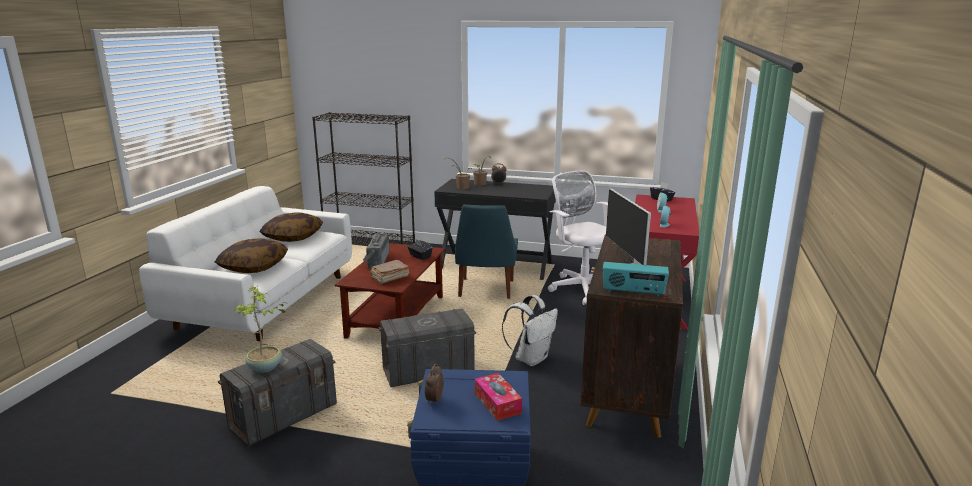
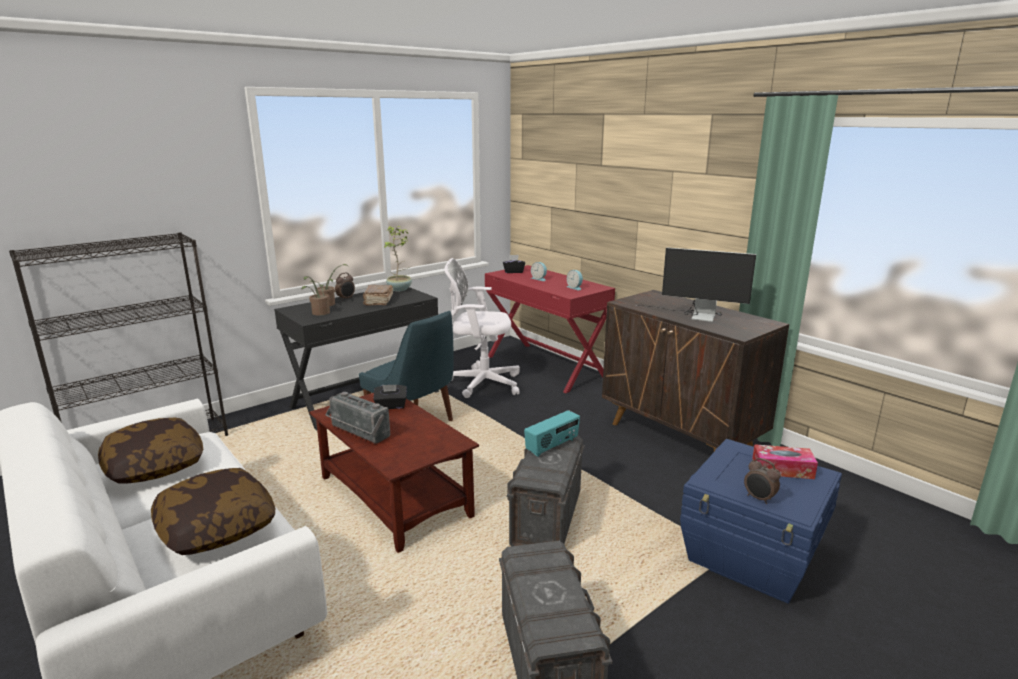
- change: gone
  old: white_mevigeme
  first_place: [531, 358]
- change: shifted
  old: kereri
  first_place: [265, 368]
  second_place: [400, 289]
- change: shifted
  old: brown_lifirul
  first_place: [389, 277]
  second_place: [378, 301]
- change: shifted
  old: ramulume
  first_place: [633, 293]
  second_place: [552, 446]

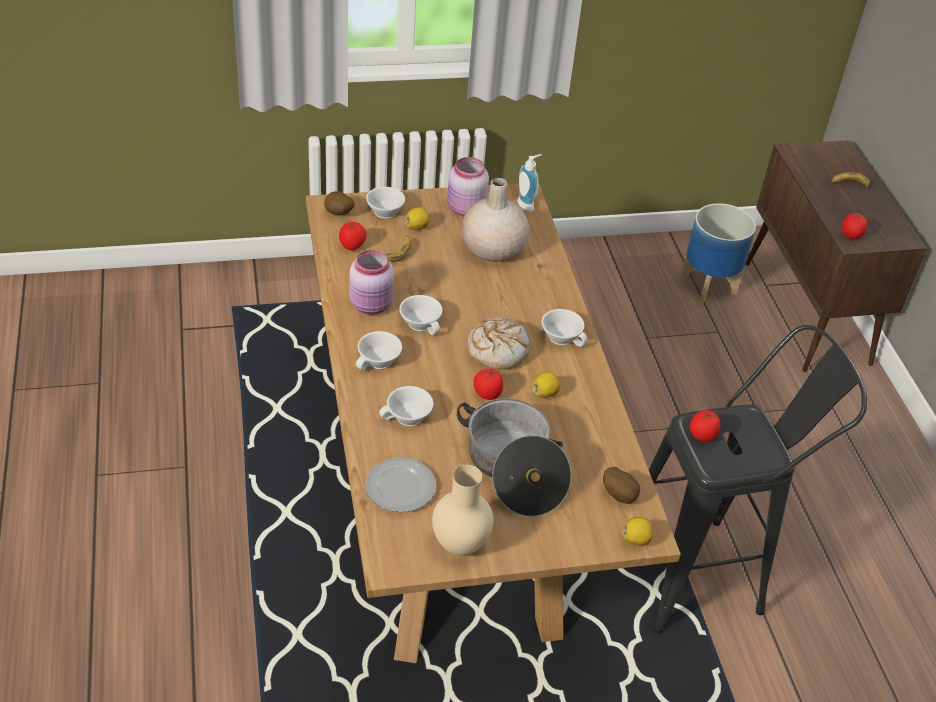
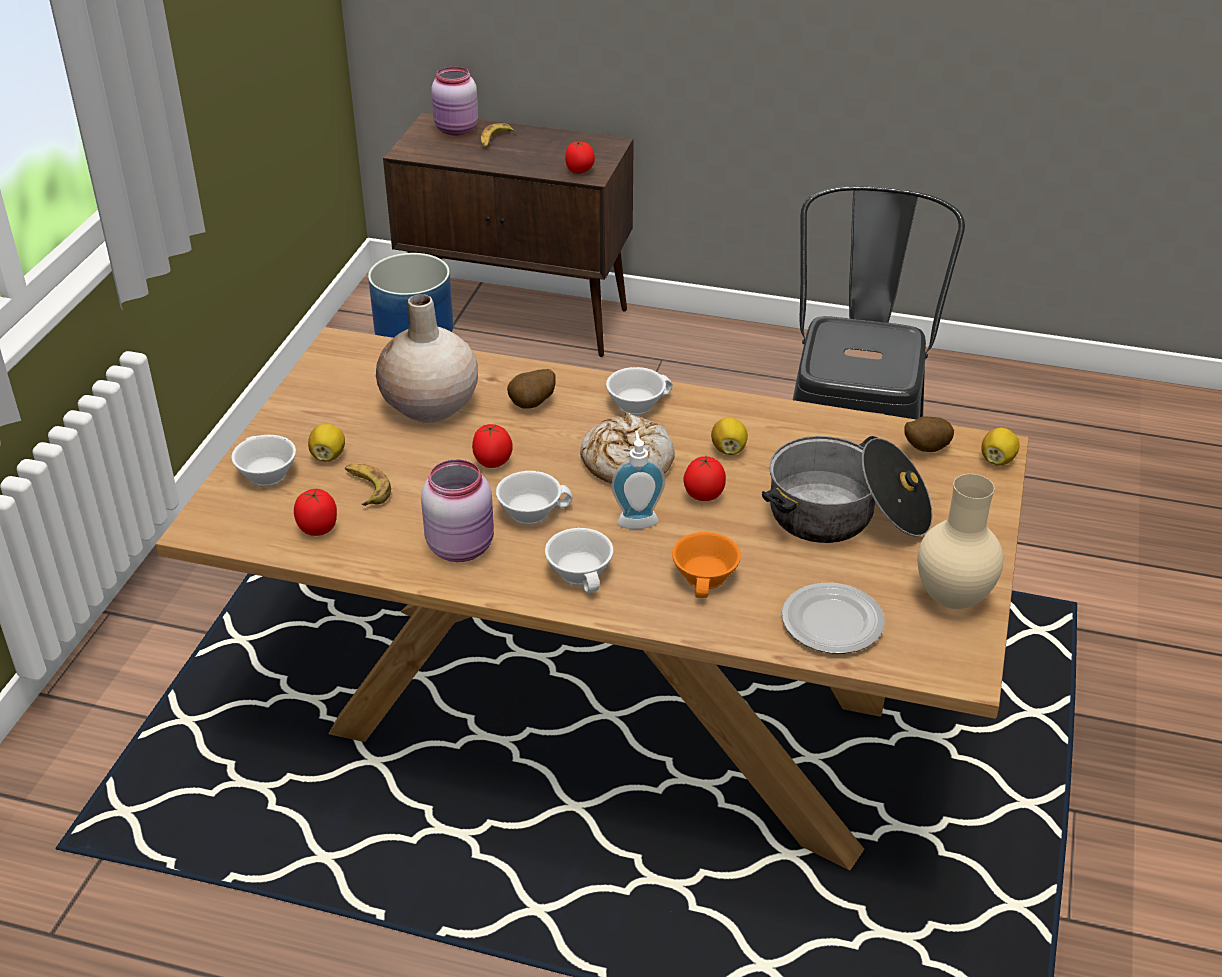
- change: shifted
  old: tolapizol
  first_place: [338, 214]
  second_place: [533, 405]
- change: shifted
  old: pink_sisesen
  first_place: [465, 209]
  second_place: [457, 130]
- change: shifted
  old: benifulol
  first_place: [527, 204]
  second_place: [637, 519]
- change: shifted
  old: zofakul
  first_place: [701, 436]
  second_place: [492, 463]
- change: repainted
  old: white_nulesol
  new: orange_nulesol
  first_place: [408, 418]
  second_place: [707, 578]

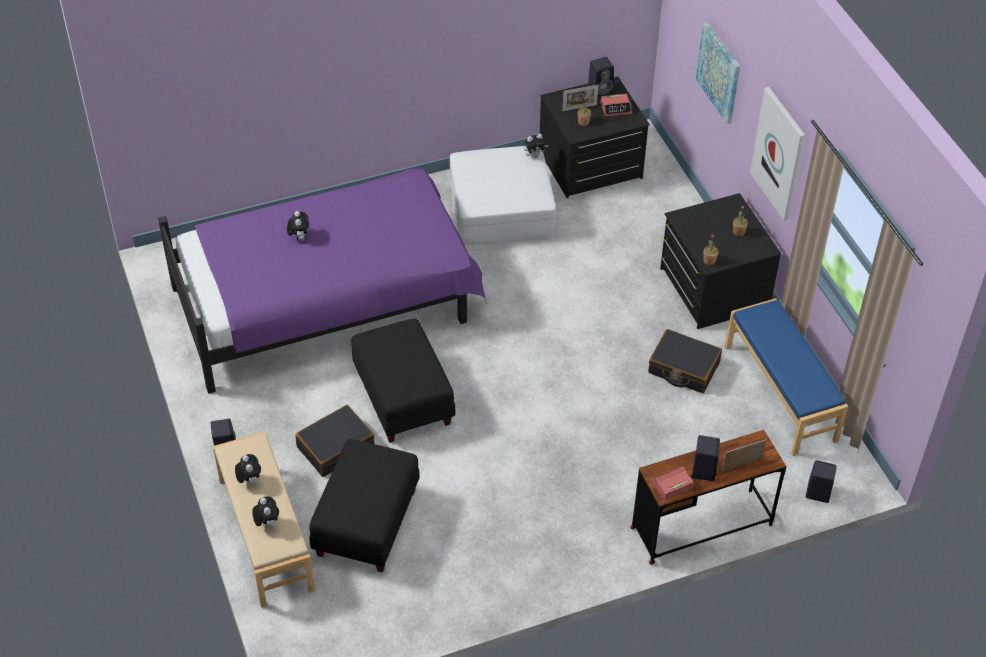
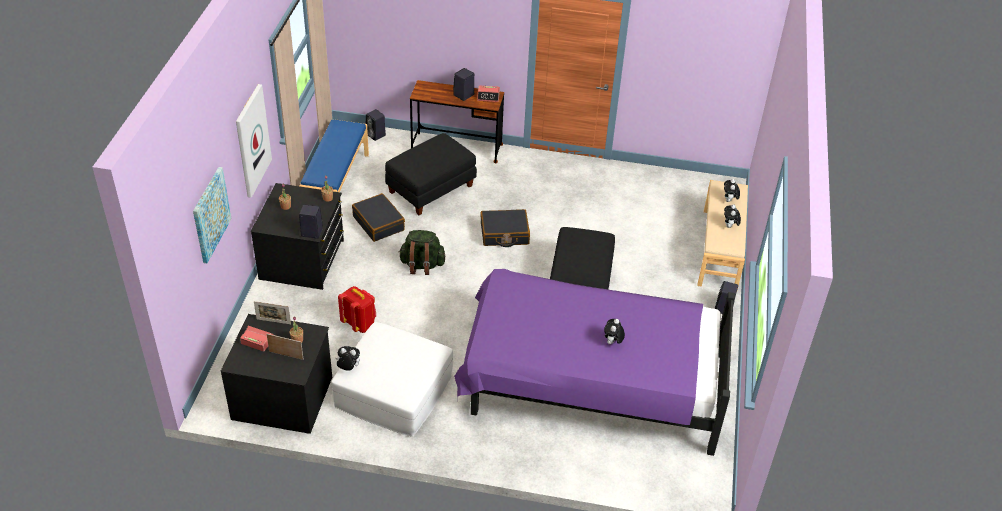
- change: new
  new: red_mevigeme
  second_place: [359, 324]
- change: new
  new: green_mevigeme
  second_place: [422, 265]
- change: shifted
  old: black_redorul
  first_place: [335, 447]
  second_place: [504, 234]
- change: shifted
  old: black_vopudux
  first_place: [367, 523]
  second_place: [431, 188]
- change: shifted
  old: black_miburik
  first_place: [601, 89]
  second_place: [311, 232]
- change: shifted
  old: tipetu
  first_place: [742, 465]
  second_place: [273, 321]

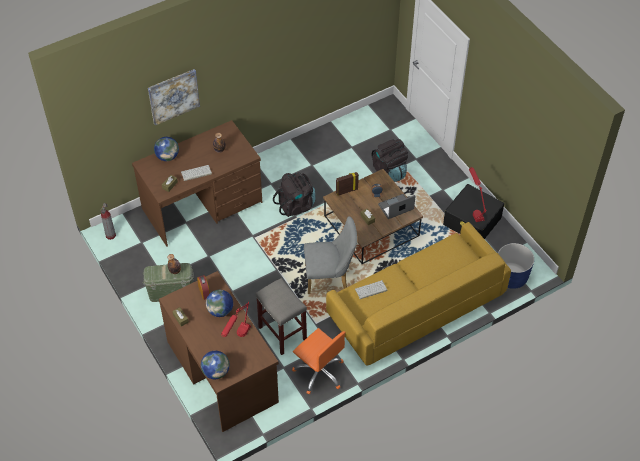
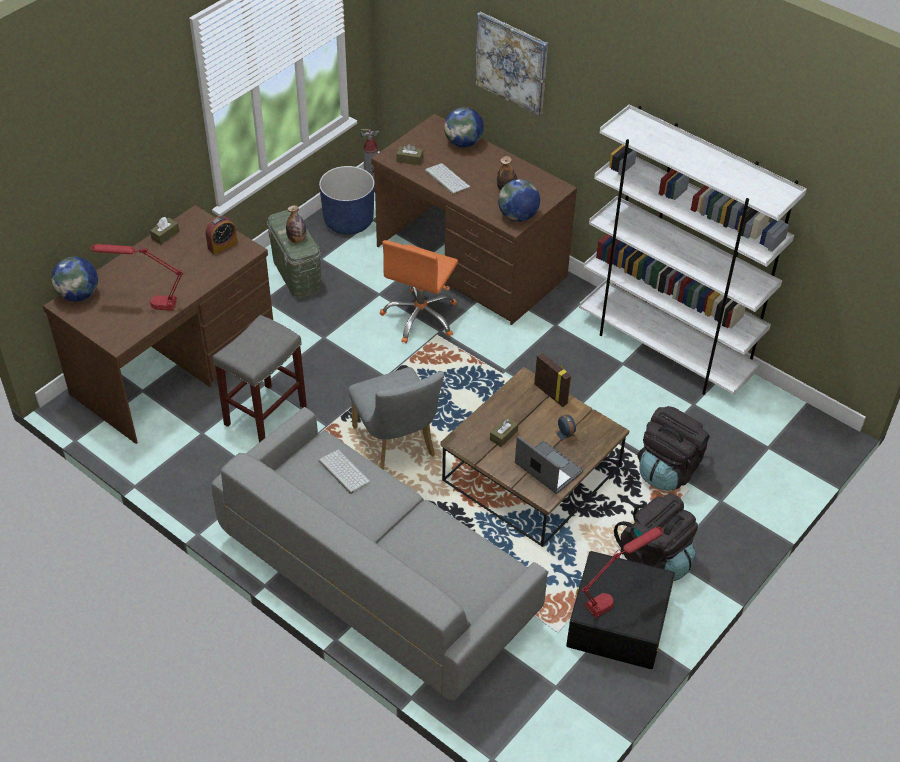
- change: new
  new: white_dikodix
  second_place: [665, 350]
- change: shifted
  old: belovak
  first_place: [220, 311]
  second_place: [518, 216]
- change: shifted
  old: black_mevigeme
  first_place: [296, 205]
  second_place: [655, 559]
- change: shifted
  old: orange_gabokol
  first_place: [319, 372]
  second_place: [420, 317]
- change: shifted
  old: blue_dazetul
  first_place: [511, 277]
  second_place: [348, 221]
- change: repainted
  old: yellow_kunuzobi
  new: grey_kunuzobi
  first_place: [414, 308]
  second_place: [378, 577]

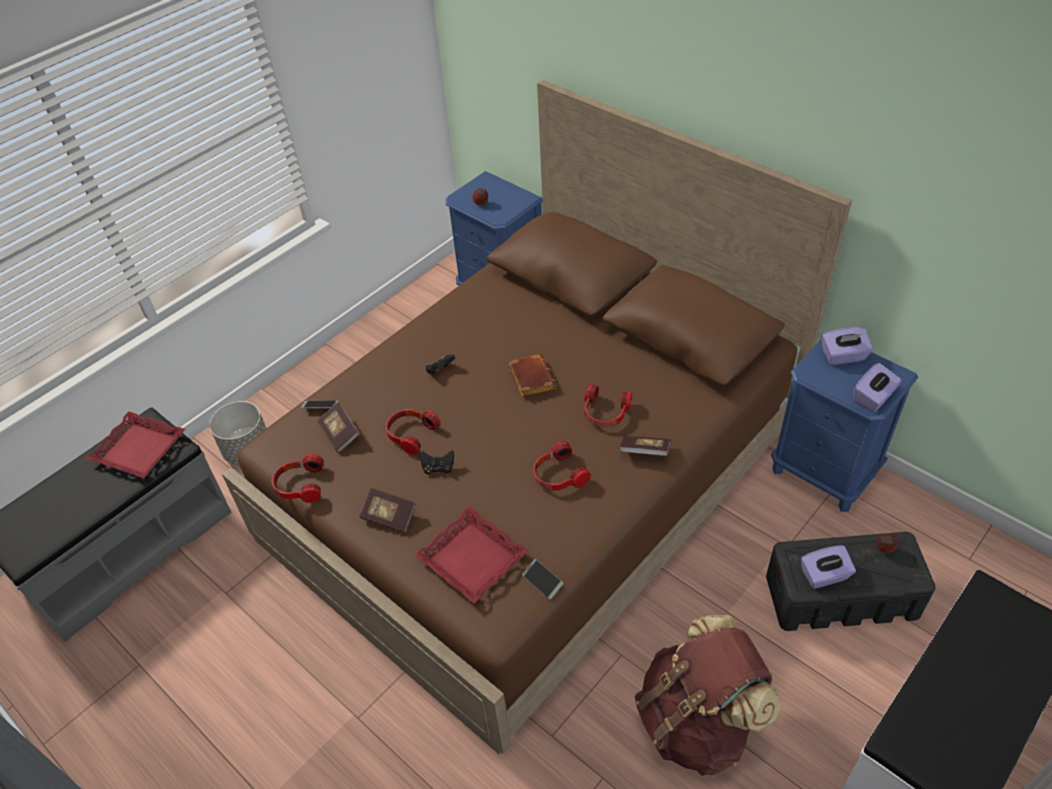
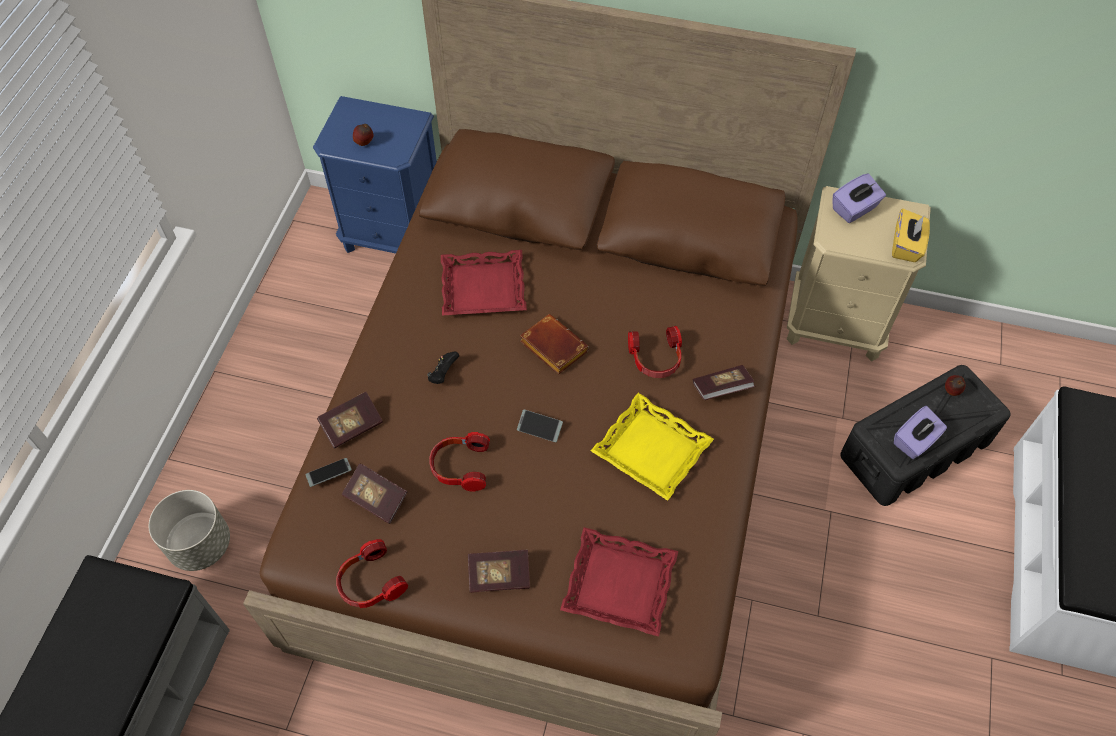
- change: gone
  old: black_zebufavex
  first_place: [438, 468]
- change: gone
  old: brown_mevigeme
  first_place: [697, 721]
- change: new
  new: lifirul
  second_place: [352, 426]
- change: shifted
  old: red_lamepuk
  first_place: [138, 450]
  second_place: [483, 289]
- change: shifted
  old: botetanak
  first_place: [542, 581]
  second_place: [539, 428]
- change: swapped
  old: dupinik
  new: yellow_lamepuk
  first_place: [558, 475]
  second_place: [650, 451]
- change: repainted
  old: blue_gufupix
  new: beige_gufupix
  first_place: [824, 472]
  second_place: [835, 325]
- change: repainted
  old: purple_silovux
  new: yellow_silovux
  first_place: [873, 398]
  second_place: [906, 246]

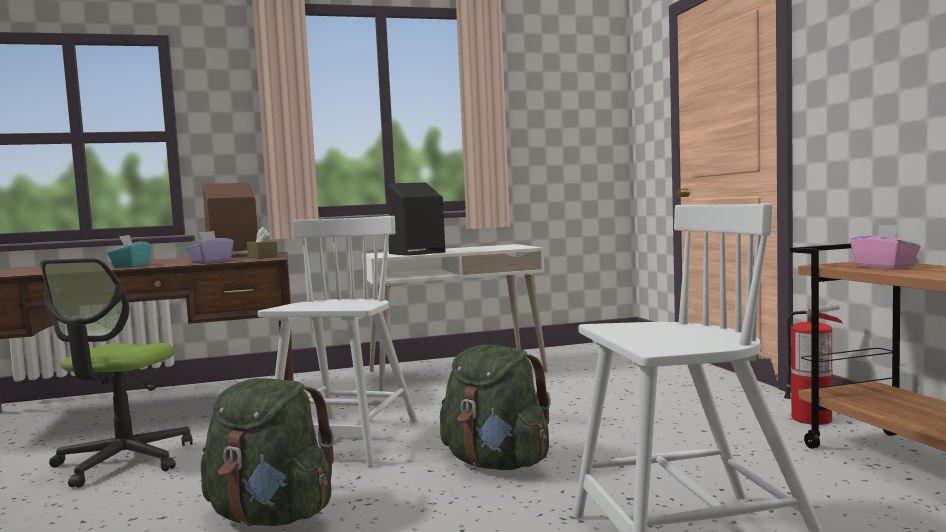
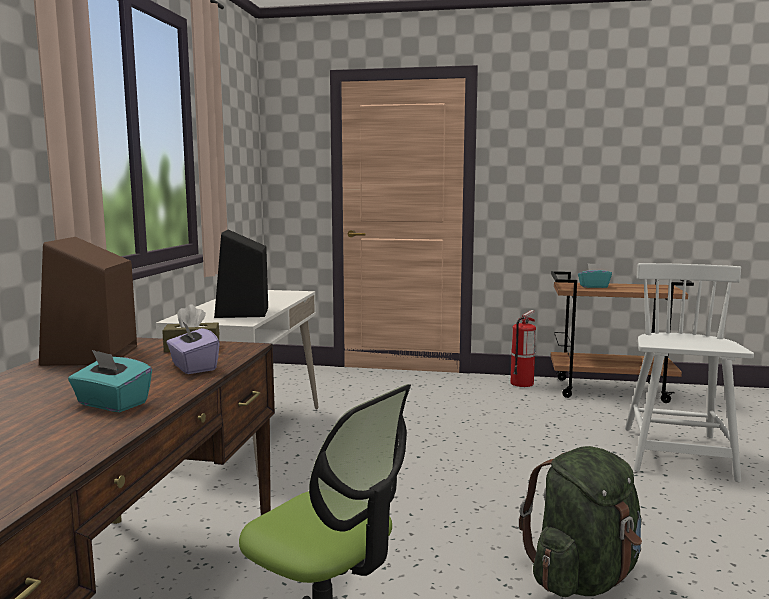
- change: gone
  old: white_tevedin
  first_place: [346, 441]
- change: gone
  old: green_mevigeme
  first_place: [496, 463]
- change: repainted
  old: pink_silovux
  new: turquoise_silovux
  first_place: [884, 266]
  second_place: [593, 286]

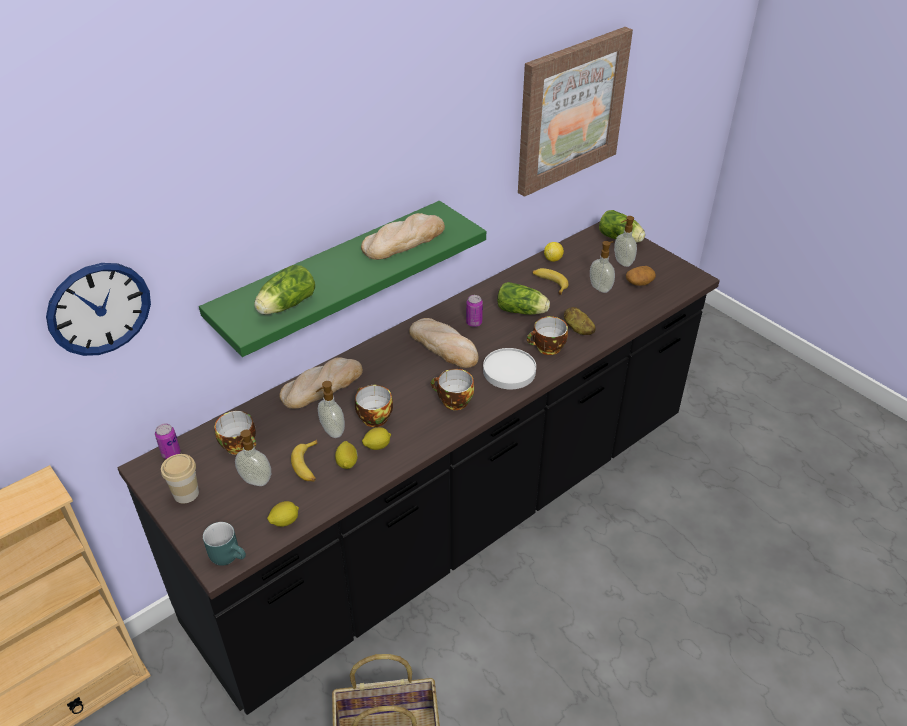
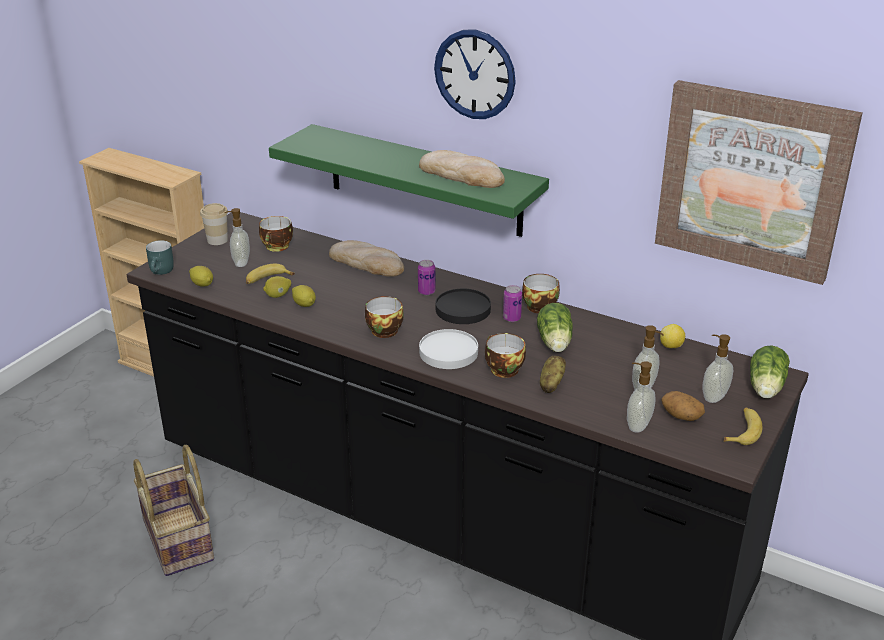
- change: gone
  old: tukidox
  first_place: [285, 306]
- change: shifted
  old: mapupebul
  first_place: [99, 309]
  second_place: [475, 74]
- change: shifted
  old: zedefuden
  first_place: [171, 454]
  second_place: [426, 292]
- change: shifted
  old: benifulol
  first_place: [332, 431]
  second_place: [637, 425]
- change: shifted
  old: nulesol
  first_place: [372, 417]
  second_place: [539, 306]
- change: shifted
  old: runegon
  first_place: [549, 283]
  second_place: [743, 431]
- change: swapped
  old: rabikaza
  new: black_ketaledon
  first_place: [444, 346]
  second_place: [462, 309]

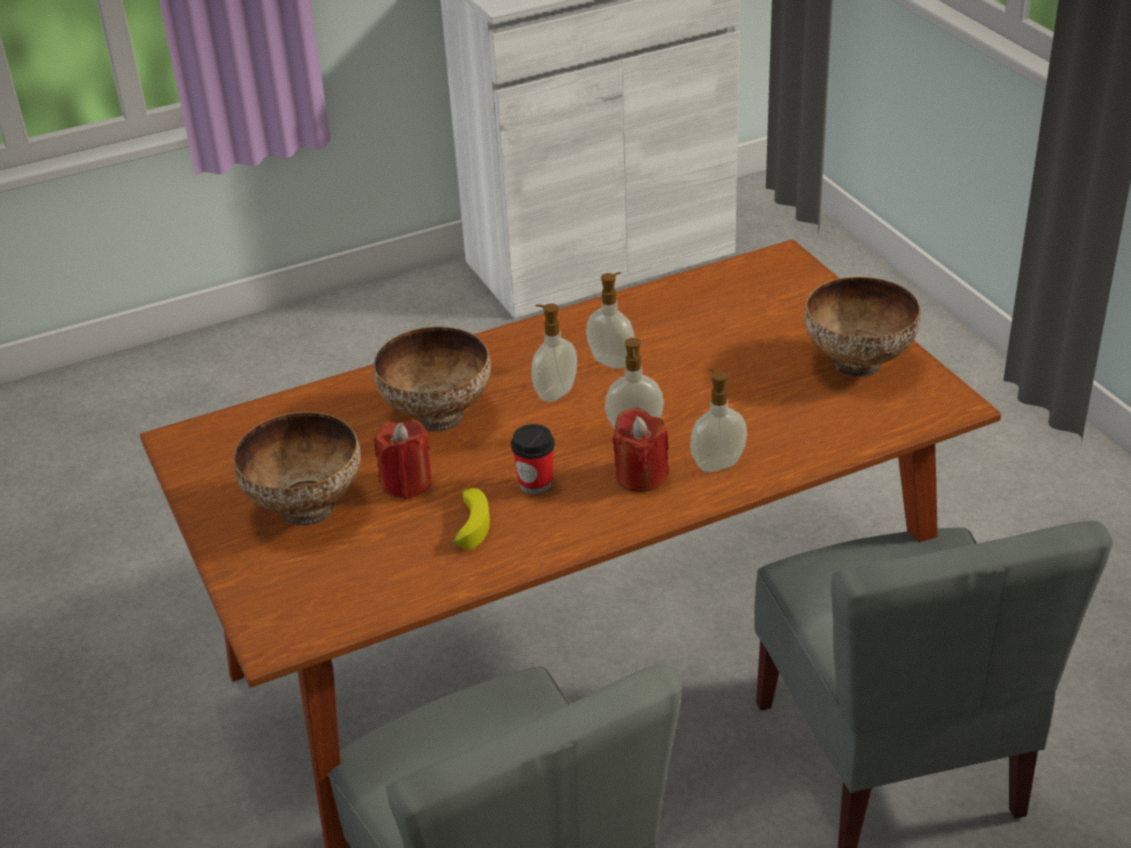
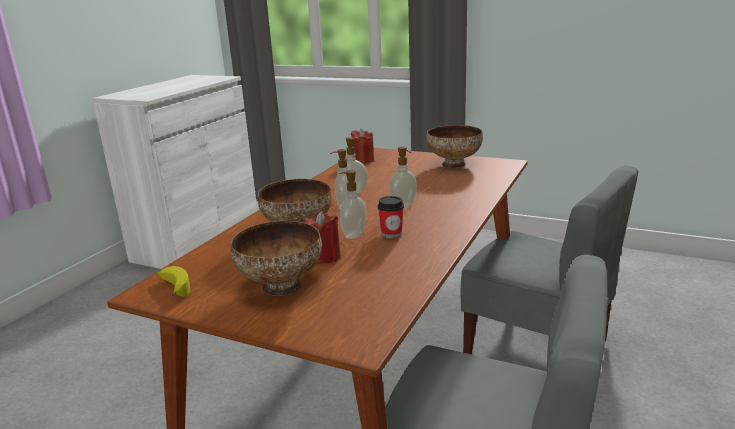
- change: shifted
  old: runegon
  first_place: [469, 524]
  second_place: [173, 287]
- change: shifted
  old: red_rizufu
  first_place: [641, 476]
  second_place: [363, 160]
- change: shifted
  old: benifulol
  first_place: [717, 463]
  second_place: [353, 234]

